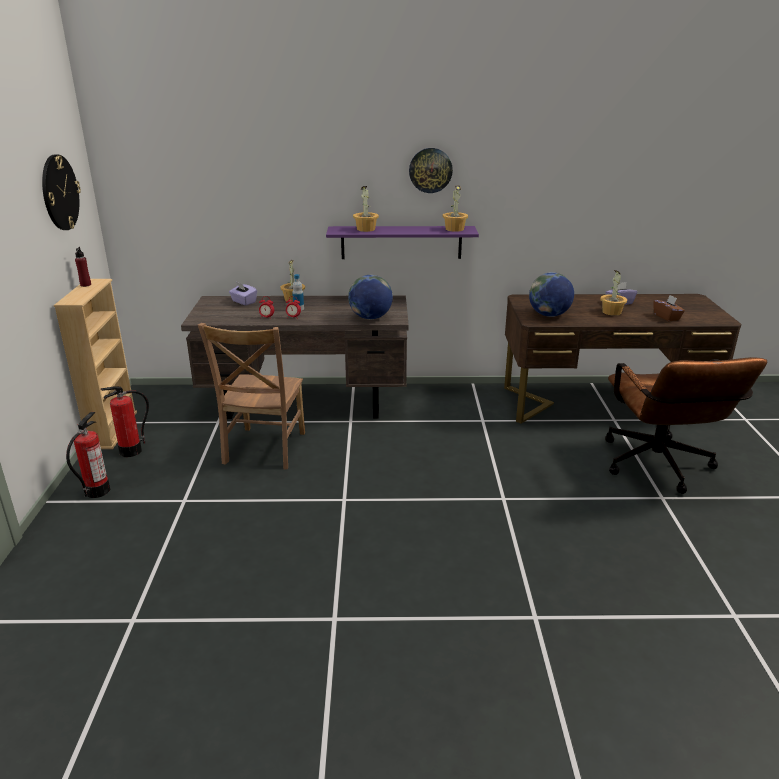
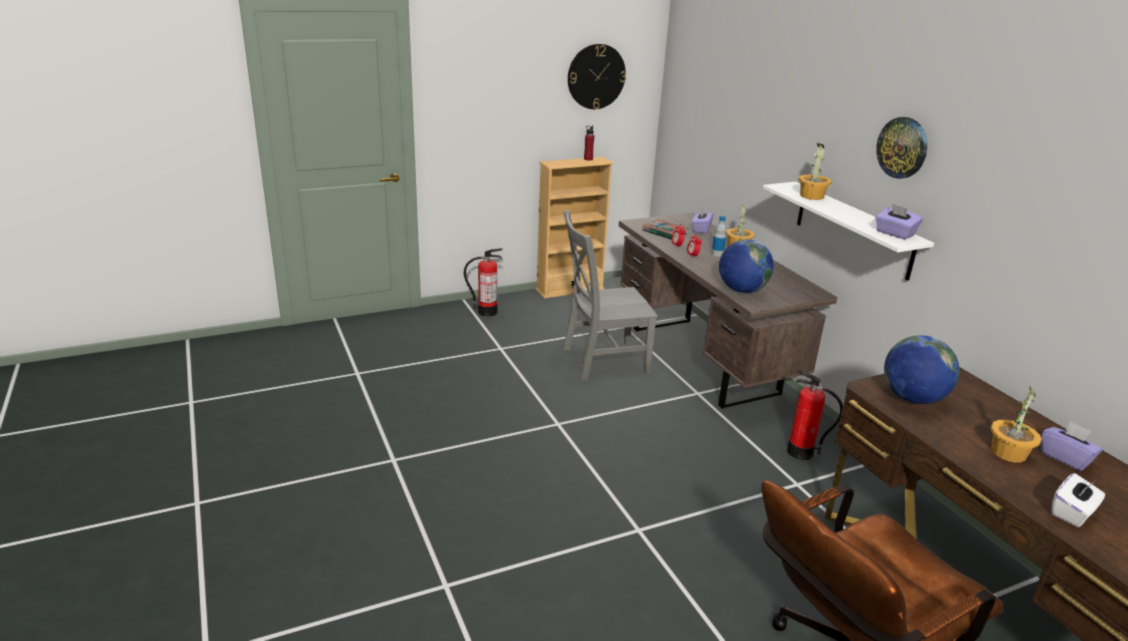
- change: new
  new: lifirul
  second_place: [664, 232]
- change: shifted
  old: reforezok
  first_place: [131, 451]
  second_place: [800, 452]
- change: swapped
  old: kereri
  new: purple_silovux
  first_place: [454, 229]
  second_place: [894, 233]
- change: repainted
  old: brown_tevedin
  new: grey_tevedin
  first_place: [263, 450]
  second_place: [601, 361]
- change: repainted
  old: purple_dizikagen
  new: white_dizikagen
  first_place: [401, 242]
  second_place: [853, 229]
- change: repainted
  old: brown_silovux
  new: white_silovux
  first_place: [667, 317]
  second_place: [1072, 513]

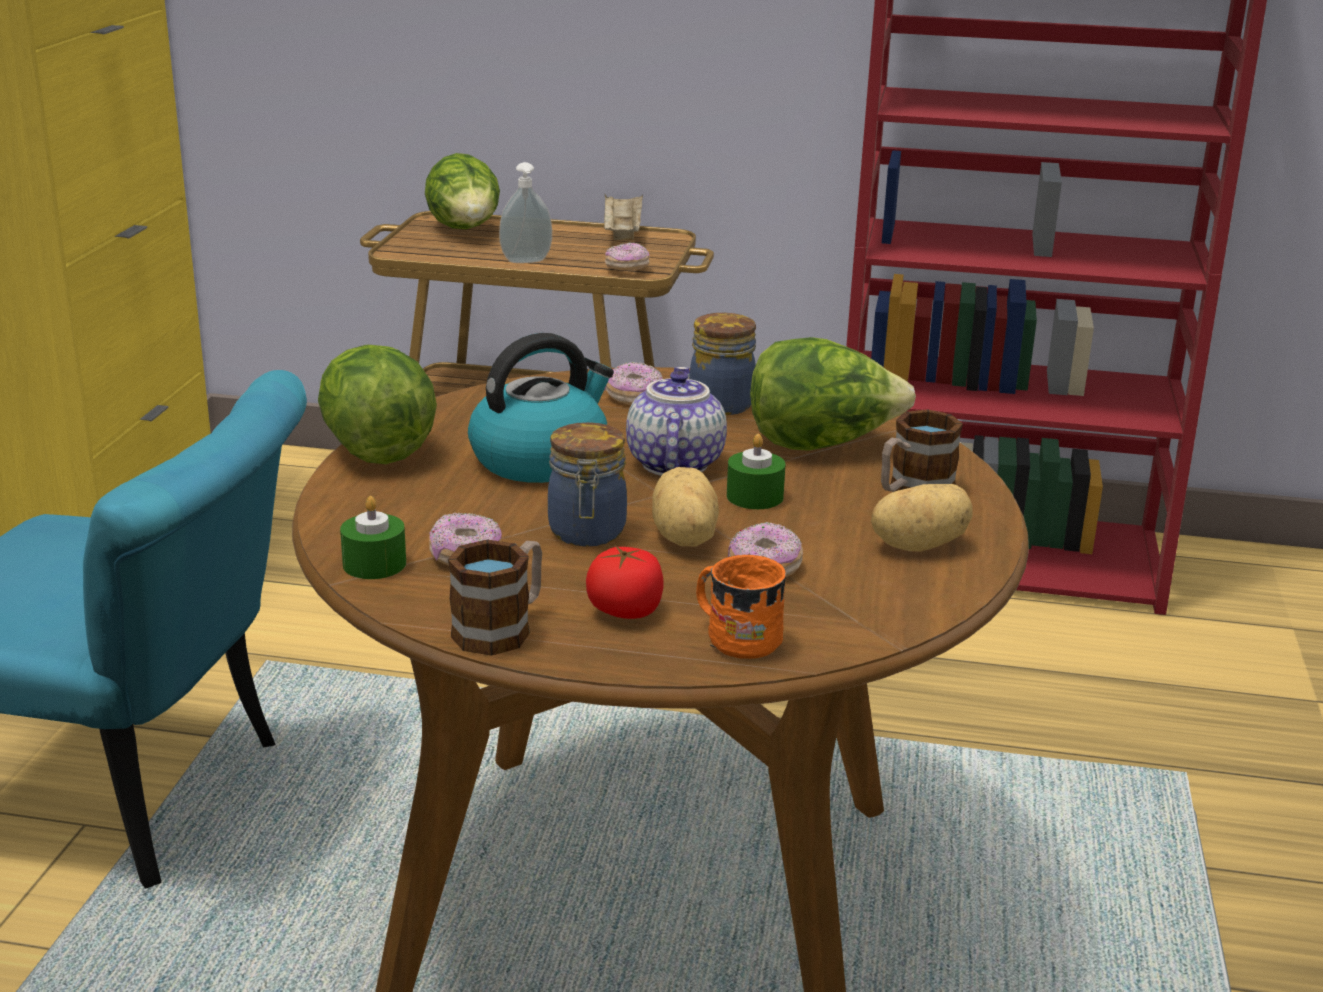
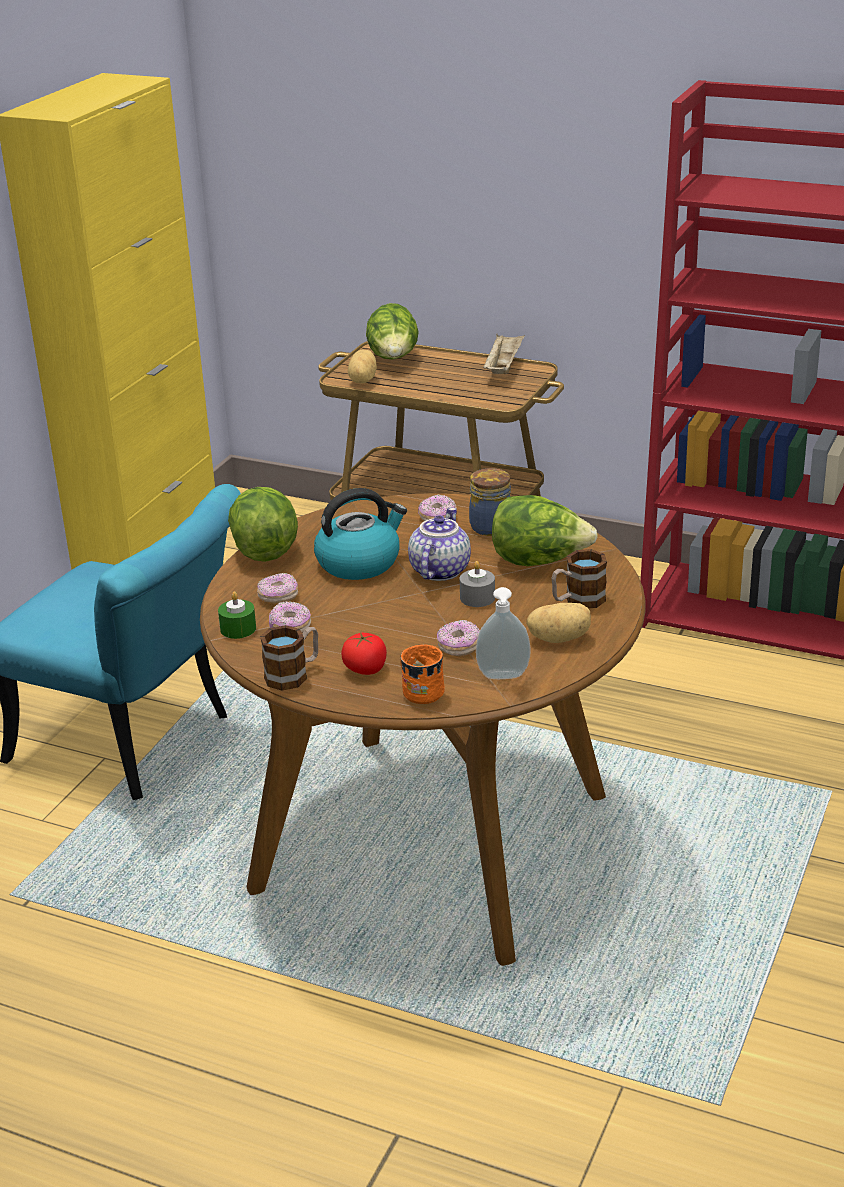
- change: gone
  old: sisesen
  first_place: [587, 533]
- change: shifted
  old: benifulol
  first_place: [526, 262]
  second_place: [503, 677]
- change: shifted
  old: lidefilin
  first_place: [627, 268]
  second_place: [278, 597]
- change: shifted
  old: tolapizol
  first_place: [682, 538]
  second_place: [361, 380]
- change: repainted
  old: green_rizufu
  new: grey_rizufu
  first_place: [754, 496]
  second_place: [477, 598]

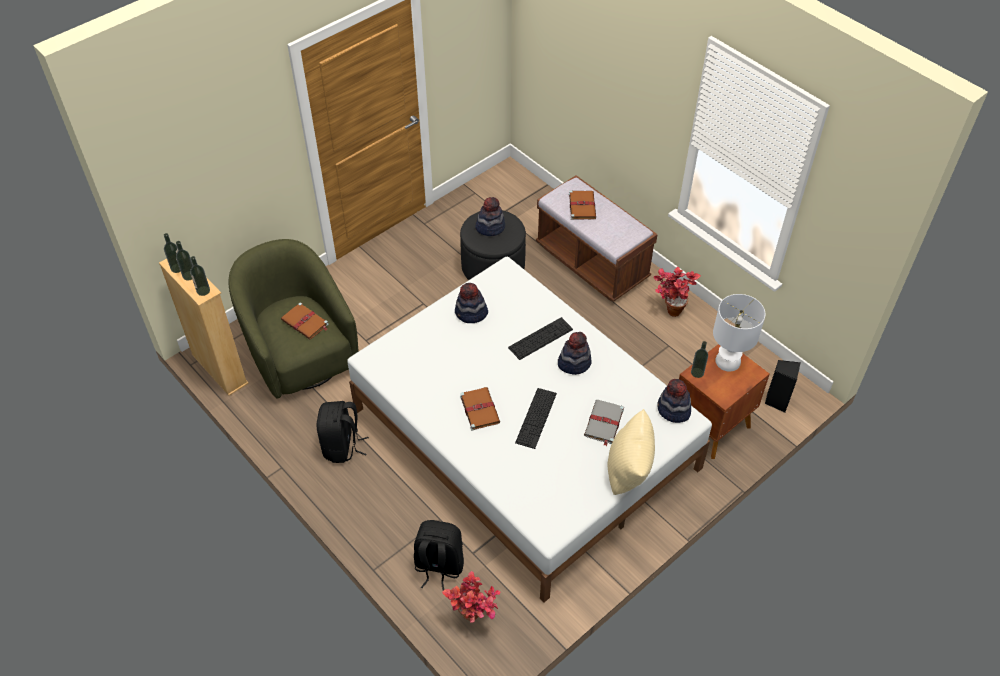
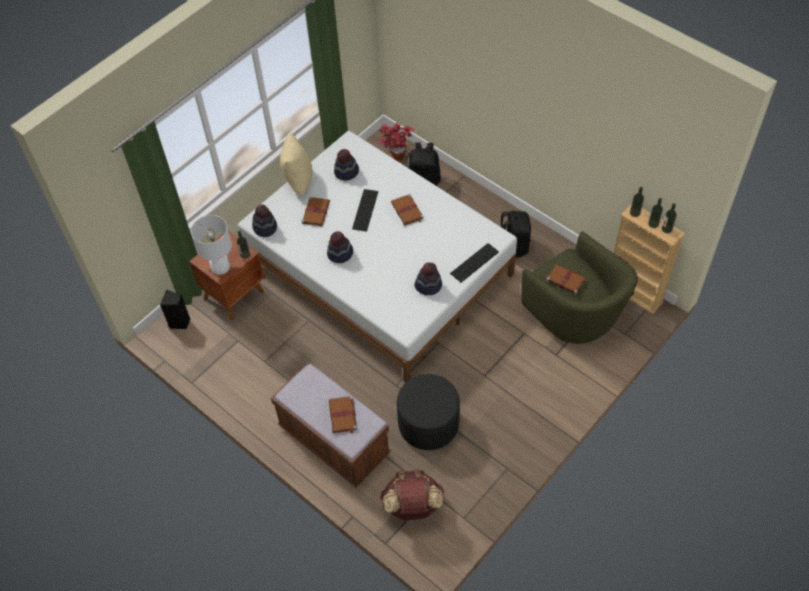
- change: gone
  old: kereri
  first_place: [669, 308]
- change: new
  new: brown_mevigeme
  second_place: [412, 506]
- change: shifted
  old: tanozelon
  first_place: [490, 227]
  second_place: [346, 172]
- change: shifted
  old: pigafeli
  first_place: [540, 338]
  second_place: [474, 262]
- change: repainted
  old: grey_lifirul
  new: brown_lifirul
  first_place: [604, 423]
  second_place: [316, 212]

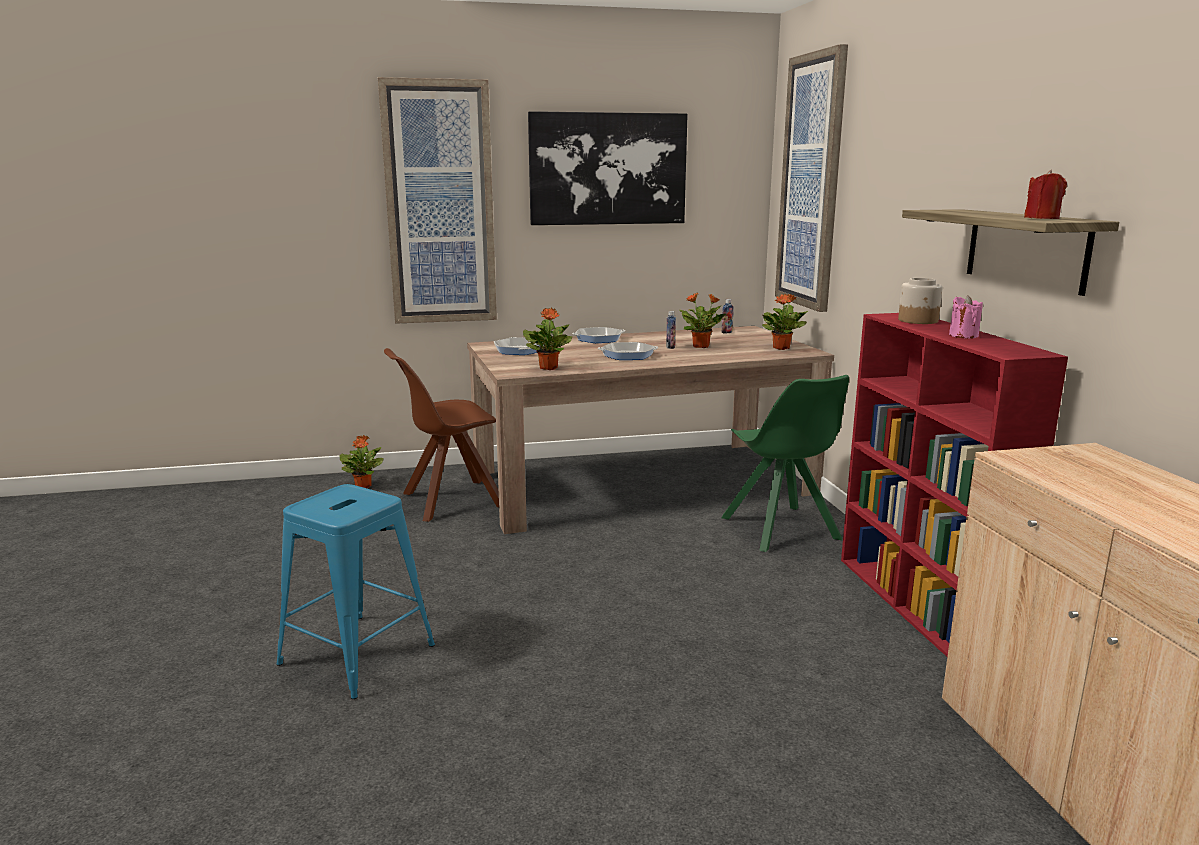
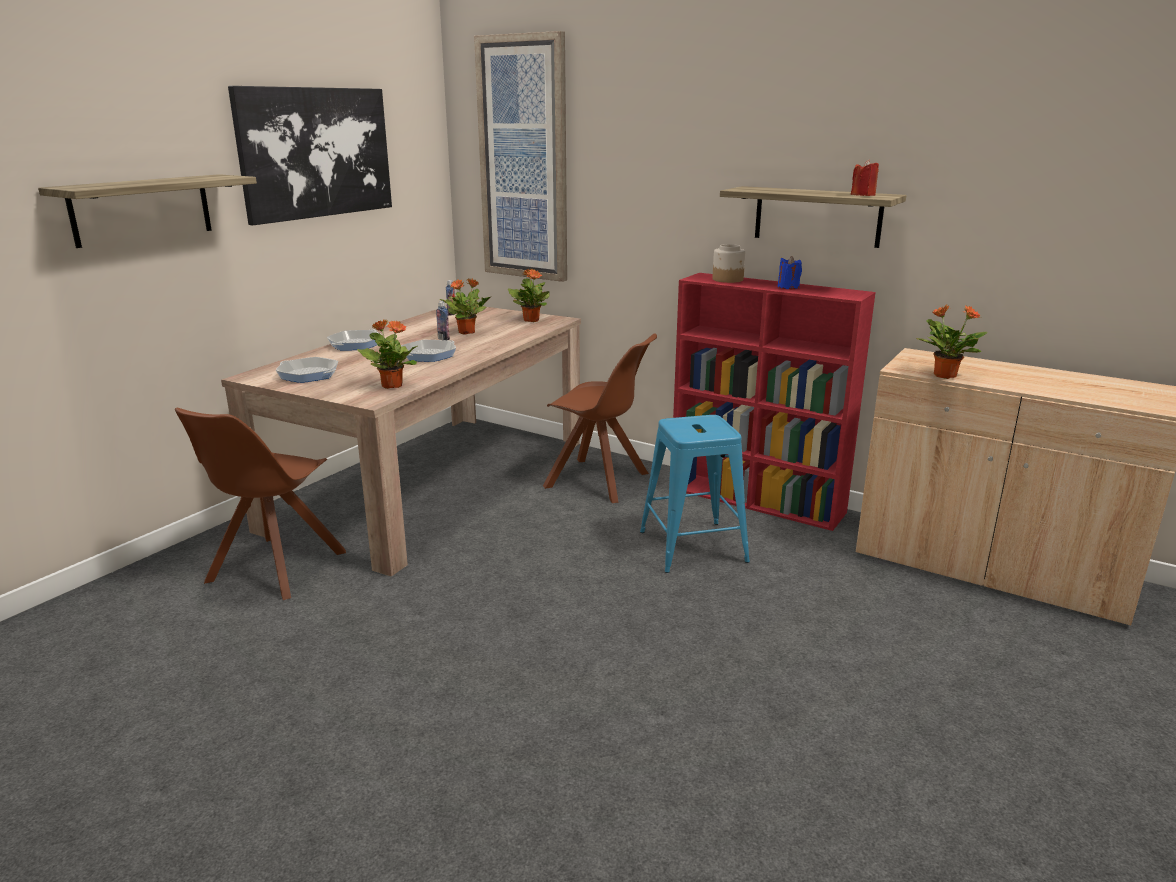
- change: shifted
  old: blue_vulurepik
  first_place: [357, 655]
  second_place: [693, 547]
- change: shifted
  old: kereri
  first_place: [363, 486]
  second_place: [944, 375]
- change: swapped
  old: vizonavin
  new: dizikagen
  first_place: [440, 204]
  second_place: [142, 209]
- change: repainted
  old: green_tevedin
  new: brown_tevedin
  first_place: [781, 530]
  second_place: [599, 481]
- change: repainted
  old: pink_rizufu
  new: blue_rizufu
  first_place: [963, 336]
  second_place: [788, 287]

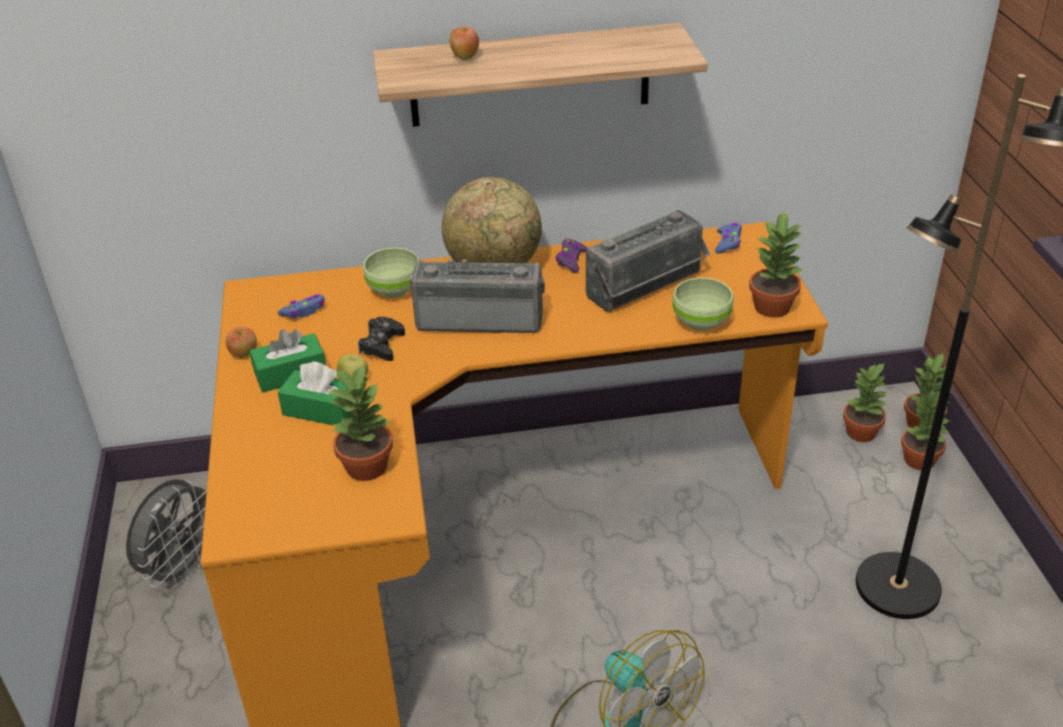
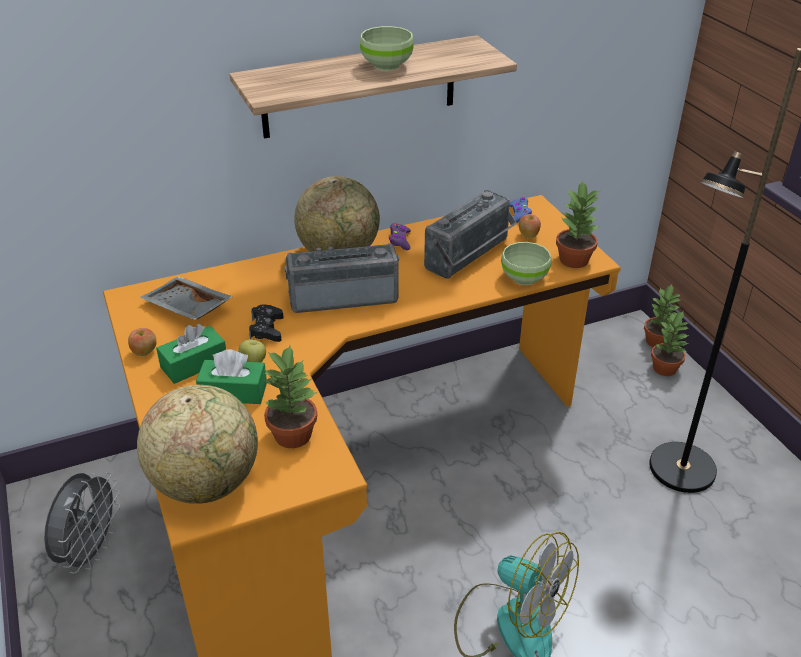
- change: gone
  old: kereri
  first_place: [862, 433]
- change: new
  new: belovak
  second_place: [206, 482]
- change: shifted
  old: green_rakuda
  first_place: [395, 289]
  second_place: [387, 65]
- change: shifted
  old: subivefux
  first_place: [464, 57]
  second_place: [528, 235]
- change: swapped
  old: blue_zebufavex
  new: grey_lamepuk
  first_place: [304, 311]
  second_place: [186, 308]

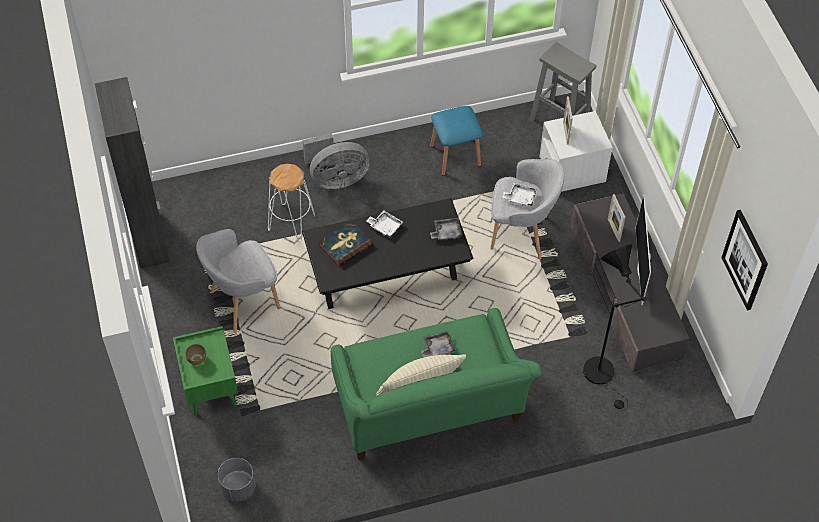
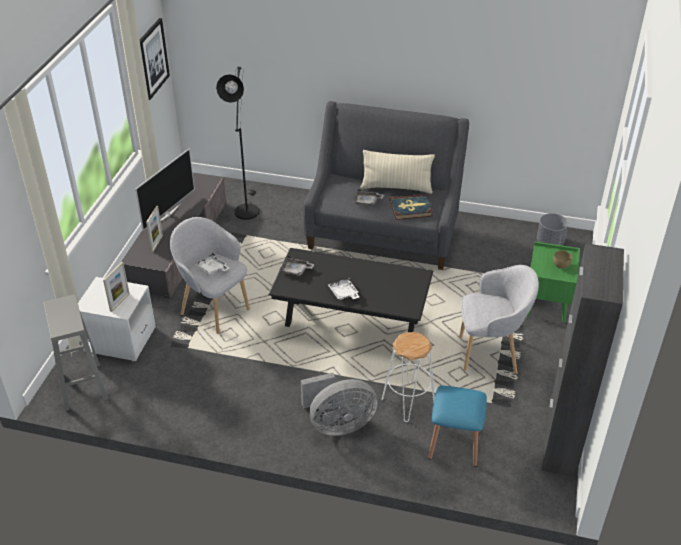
- change: shifted
  old: lifirul
  first_place: [345, 245]
  second_place: [410, 209]
- change: shifted
  old: blue_vulurepik
  first_place: [455, 155]
  second_place: [454, 444]
- change: repainted
  old: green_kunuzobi
  new: grey_kunuzobi
  first_place: [430, 412]
  second_place: [383, 232]
- change: rotated
  old: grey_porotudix
  first_place: [336, 179]
  second_place: [338, 424]
  degrees: 150

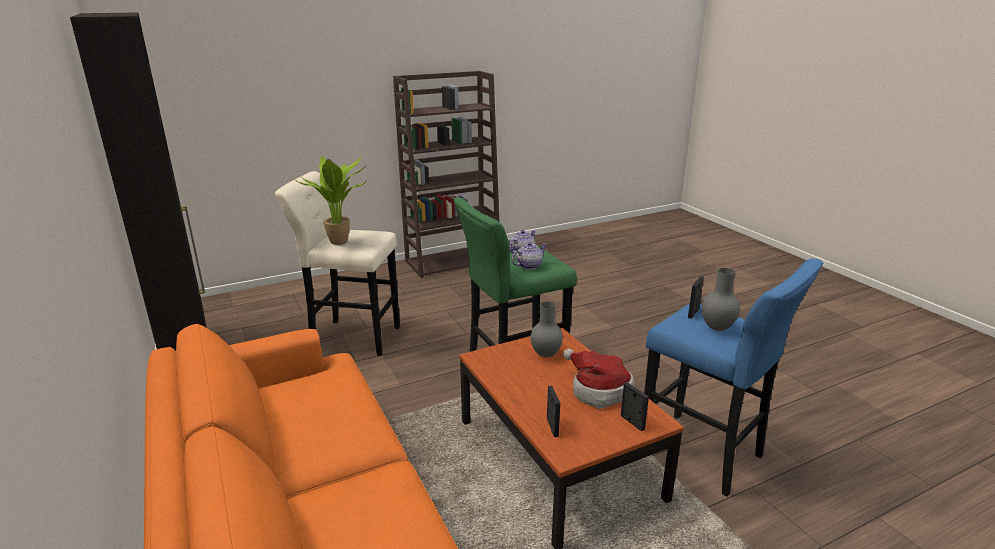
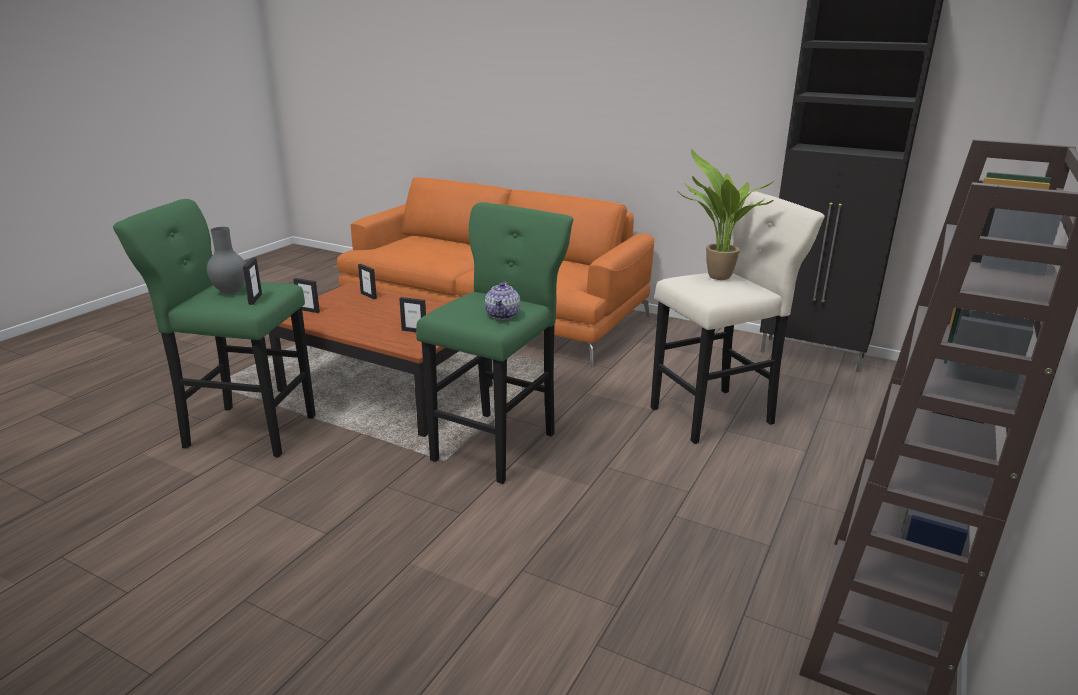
- change: gone
  old: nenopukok
  first_place: [528, 266]
- change: gone
  old: tanozelon
  first_place: [597, 390]
- change: swapped
  old: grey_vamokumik
  new: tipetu
  first_place: [545, 354]
  second_place: [414, 331]
- change: repainted
  old: blue_vulurepik
  new: green_vulurepik
  first_place: [705, 455]
  second_place: [245, 430]

